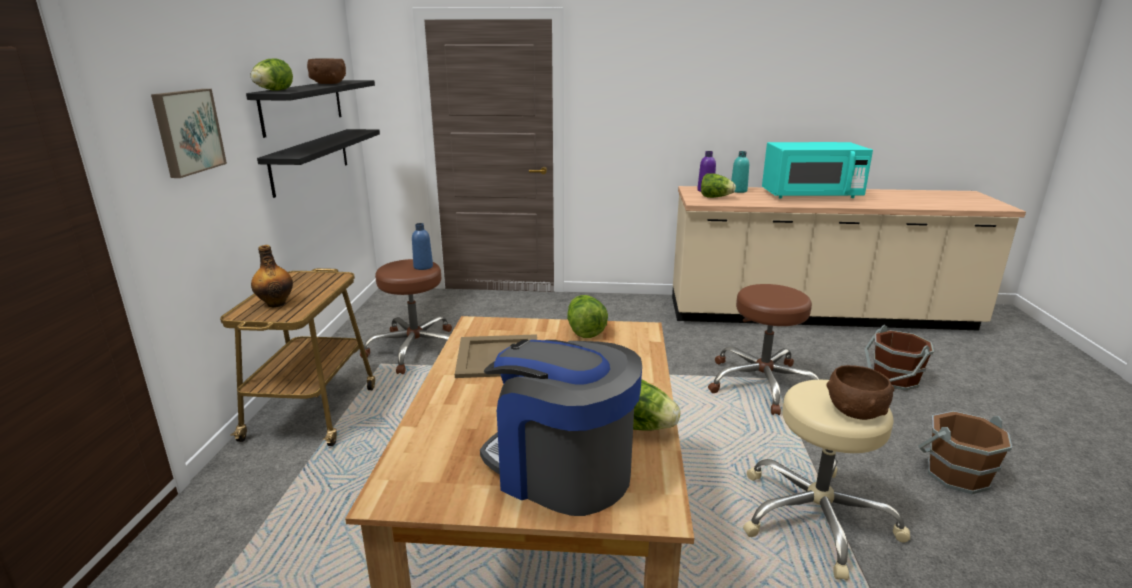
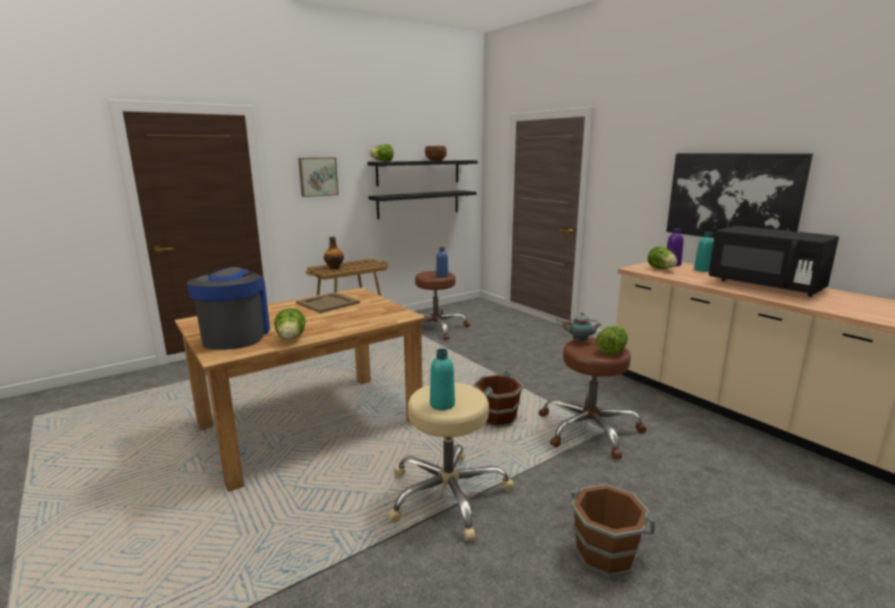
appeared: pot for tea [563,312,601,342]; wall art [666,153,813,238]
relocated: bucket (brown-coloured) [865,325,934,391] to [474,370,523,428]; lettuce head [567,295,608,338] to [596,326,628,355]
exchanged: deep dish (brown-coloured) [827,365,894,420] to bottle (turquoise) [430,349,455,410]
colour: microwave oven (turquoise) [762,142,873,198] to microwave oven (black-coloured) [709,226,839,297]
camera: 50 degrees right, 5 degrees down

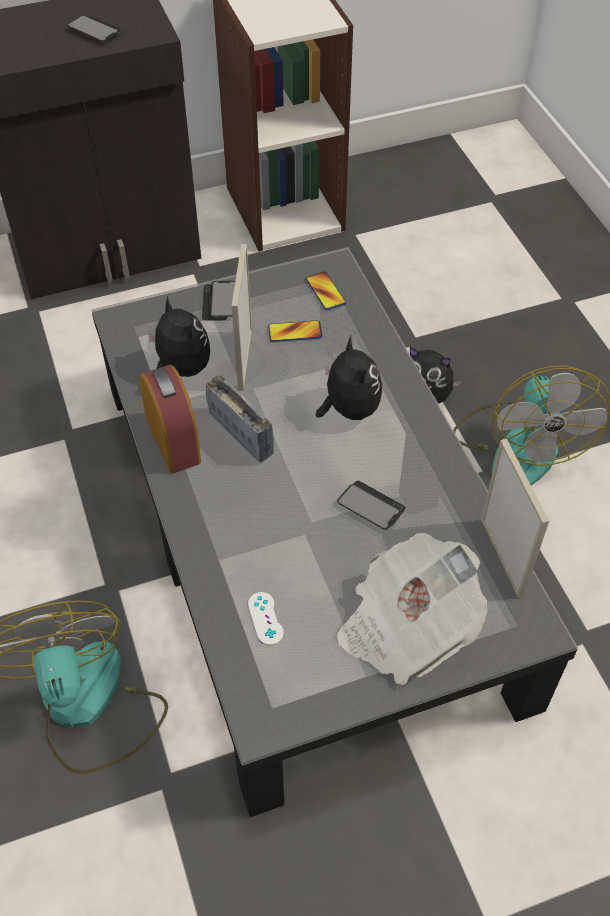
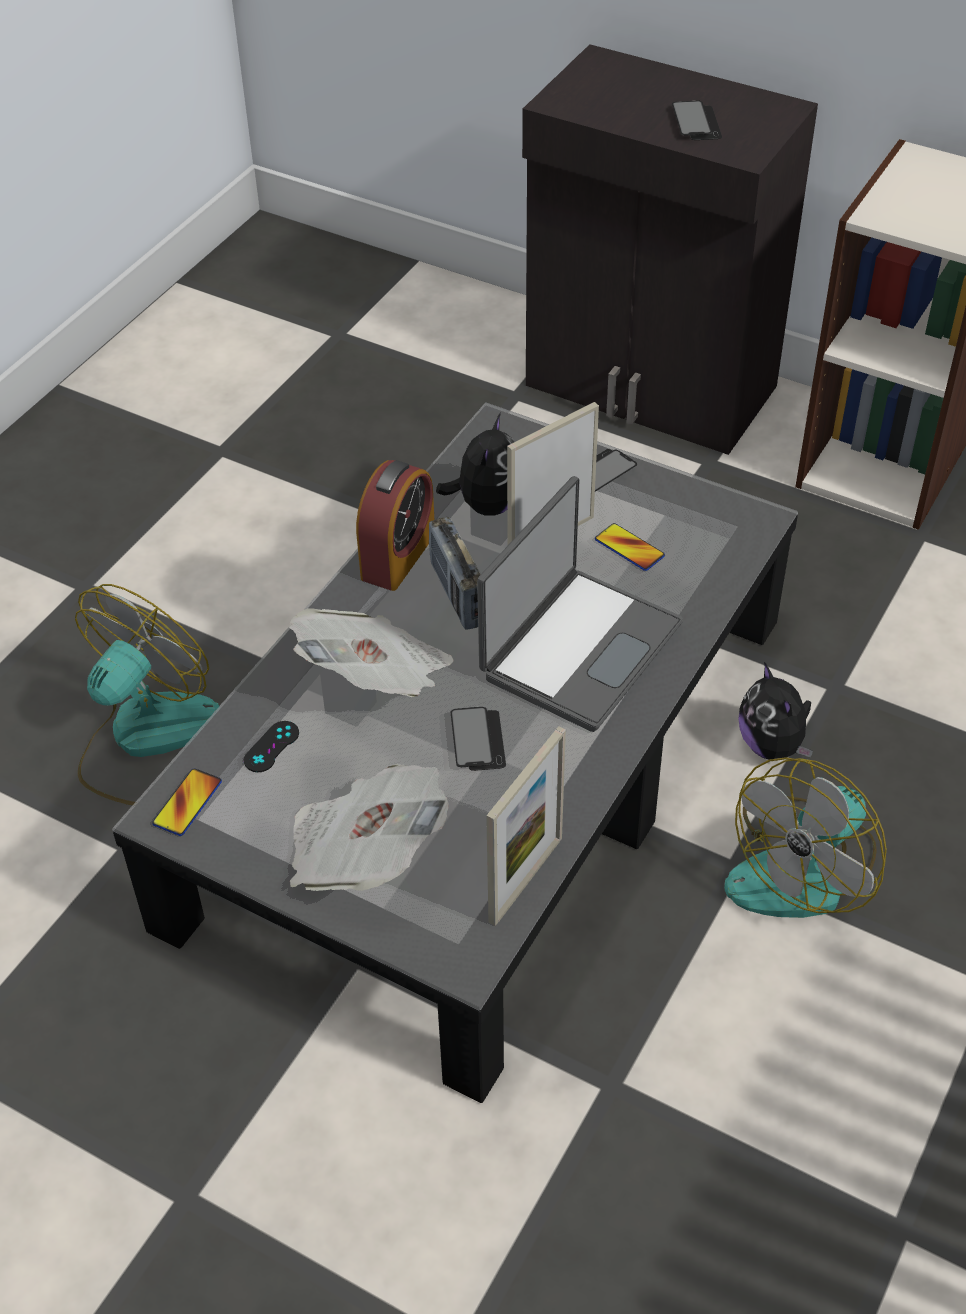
appeared: printed paper [289,608,454,697]
relocated: handset [306,271,346,310] to [152,768,222,836]
exchanged: soft toy [316,336,382,420] to portable computer [477,476,683,732]
colour: gamepad (white-coloured) [248,592,284,645] to gamepad (black-coloured) [244,721,299,772]
spun: radio [206,375,274,462] = [429,517,481,630] 150 degrees clockwise
camera: 50 degrees right, 5 degrees down

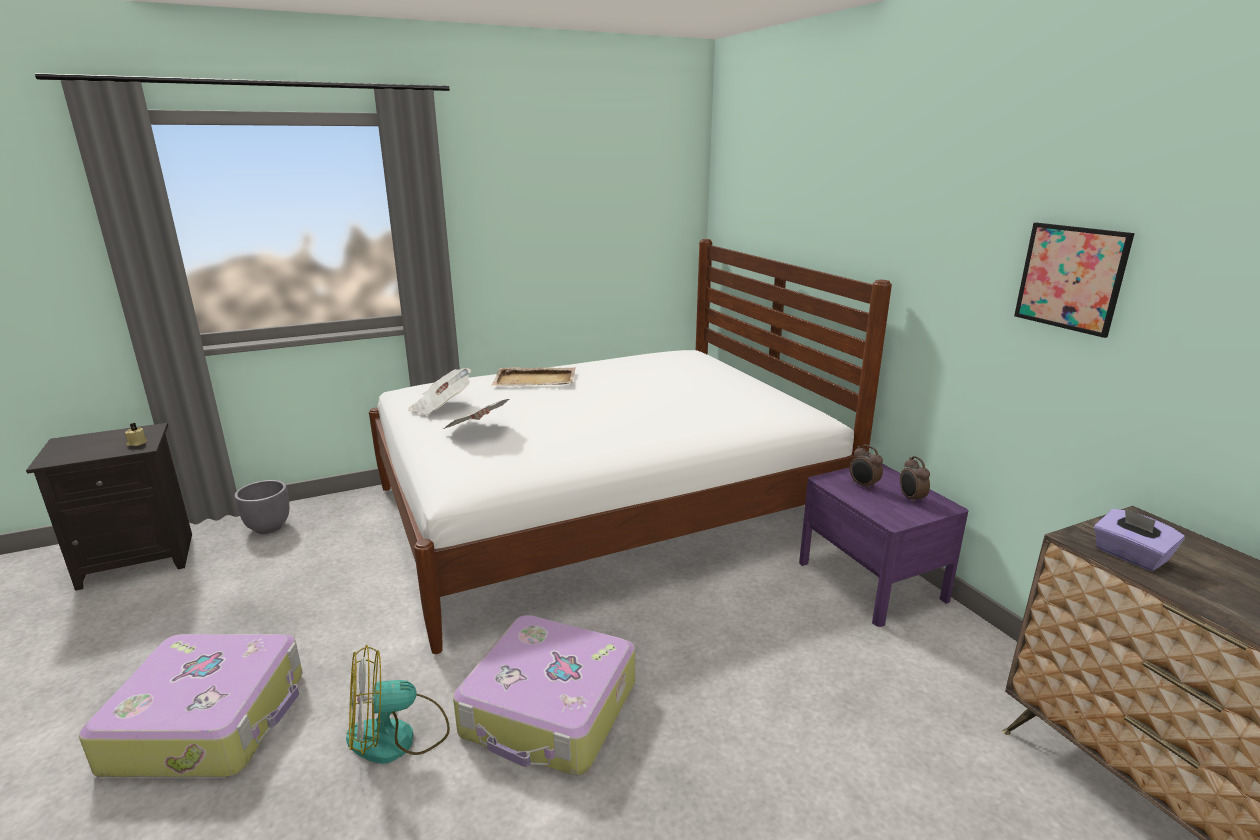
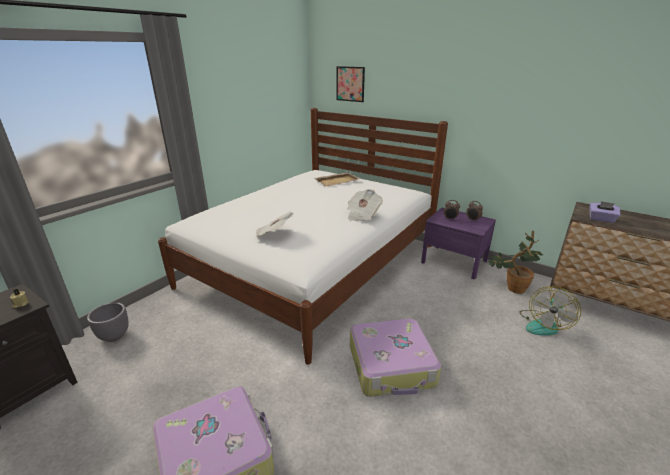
appeared: plant in a pot [488,231,543,294]
relocated: serving tray (sand-coloured) [492,367,576,386] to [314,172,361,187]; wall art [1014,223,1135,338] to [336,66,365,102]; printed paper [408,368,472,415] to [347,189,383,221]; electric fan [346,645,450,764] to [519,286,581,336]
camera: 30 degrees left, 5 degrees up

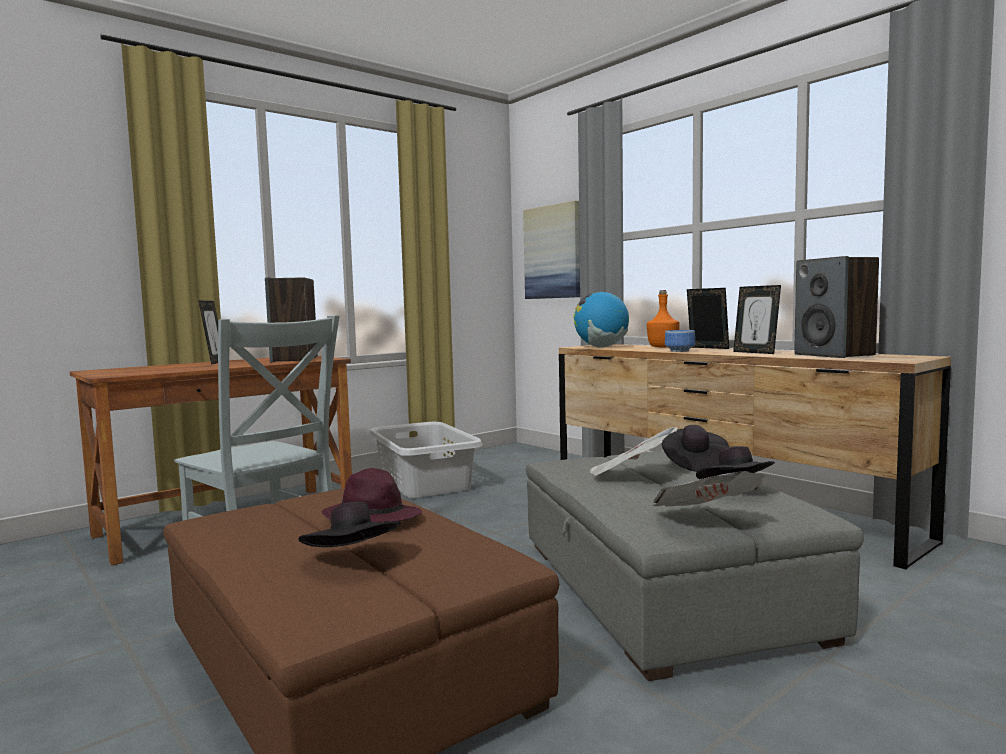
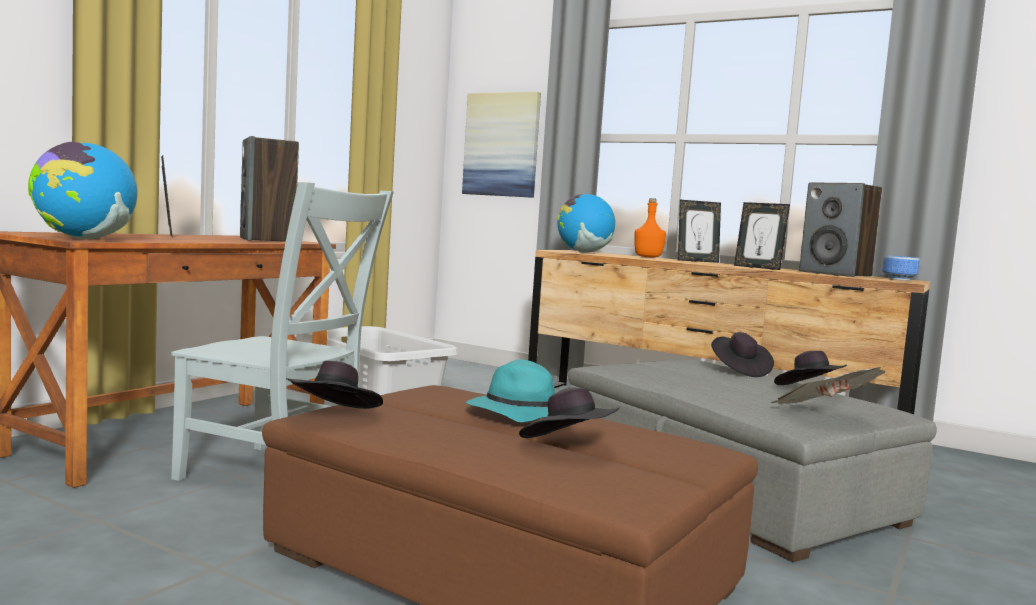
missing: printed paper [590,427,677,477]
appeared: globe [28,142,138,239]; clothing hat (black-coloured) [286,361,383,409]
relocated: deep dish [665,330,695,352] to [882,255,920,281]
colour: clothing hat (purplish) [322,468,422,523] to clothing hat (turquoise) [466,359,555,422]
spun: picture frame [687,288,729,349] = [678,200,721,263] 135 degrees clockwise
camera: 20 degrees left, 0 degrees up

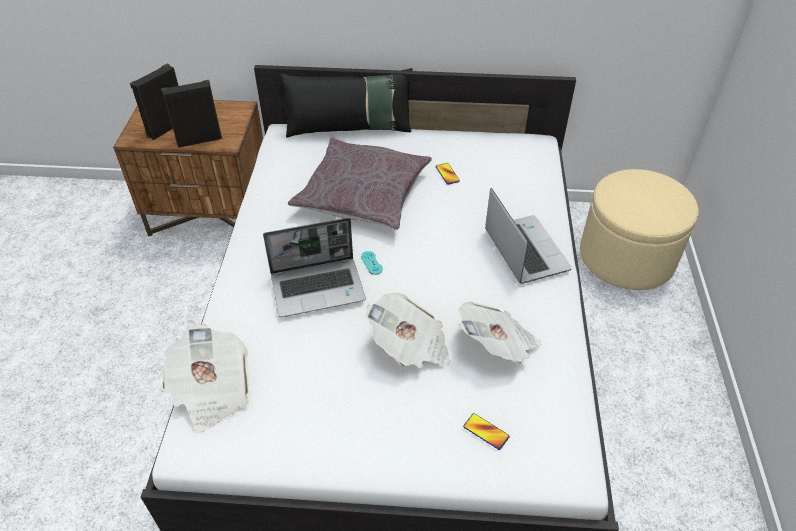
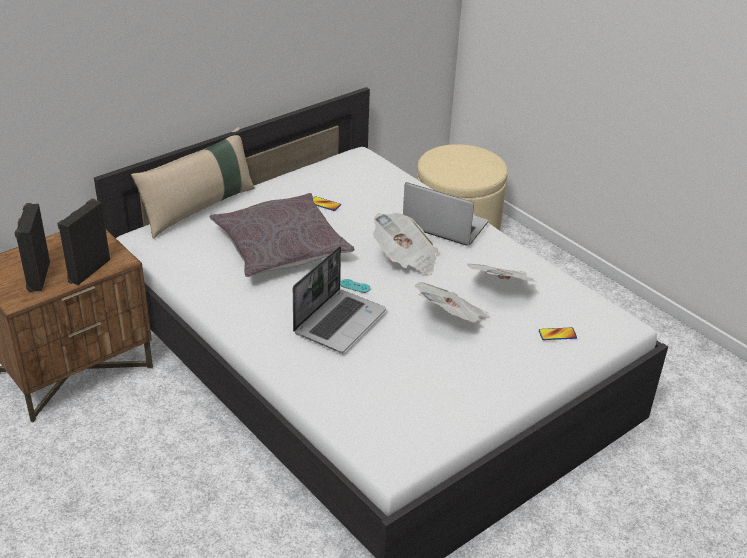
relocated: printed paper [162,324,250,432] to [373,213,438,275]
colour: cushion (black-coloured) [280,68,412,137] to cushion (sand-coloured) [131,127,255,239]
camera: 45 degrees left, 10 degrees down

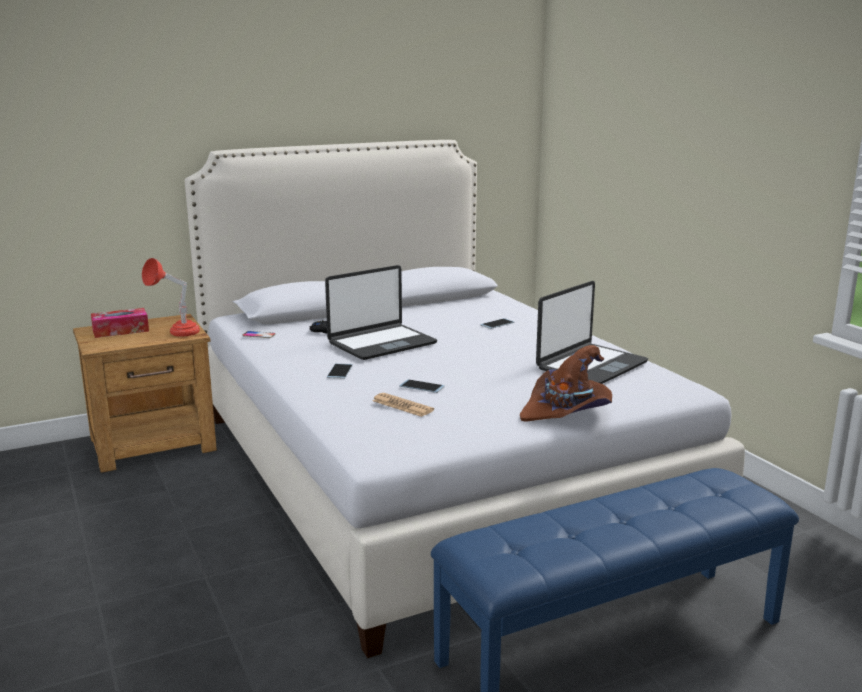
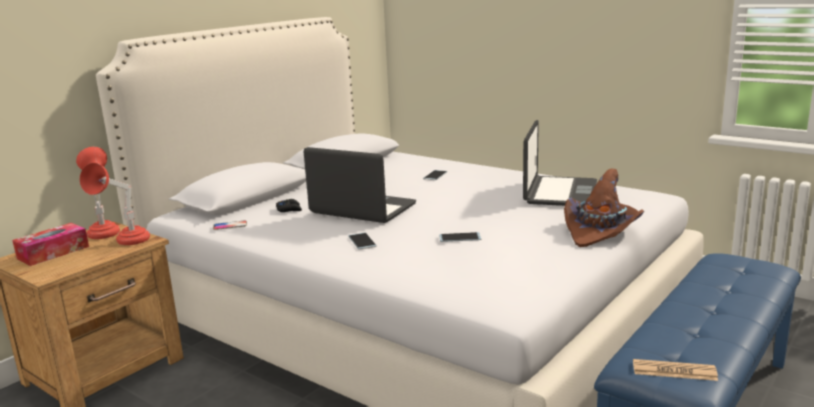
appeared: lamp for a table (red-coloured) [76,147,120,239]
relocated: printed paper [372,393,434,417] to [633,359,718,381]
spun: portable computer [325,265,437,360] = [304,147,416,223] 90 degrees counterclockwise
camera: 25 degrees left, 0 degrees up

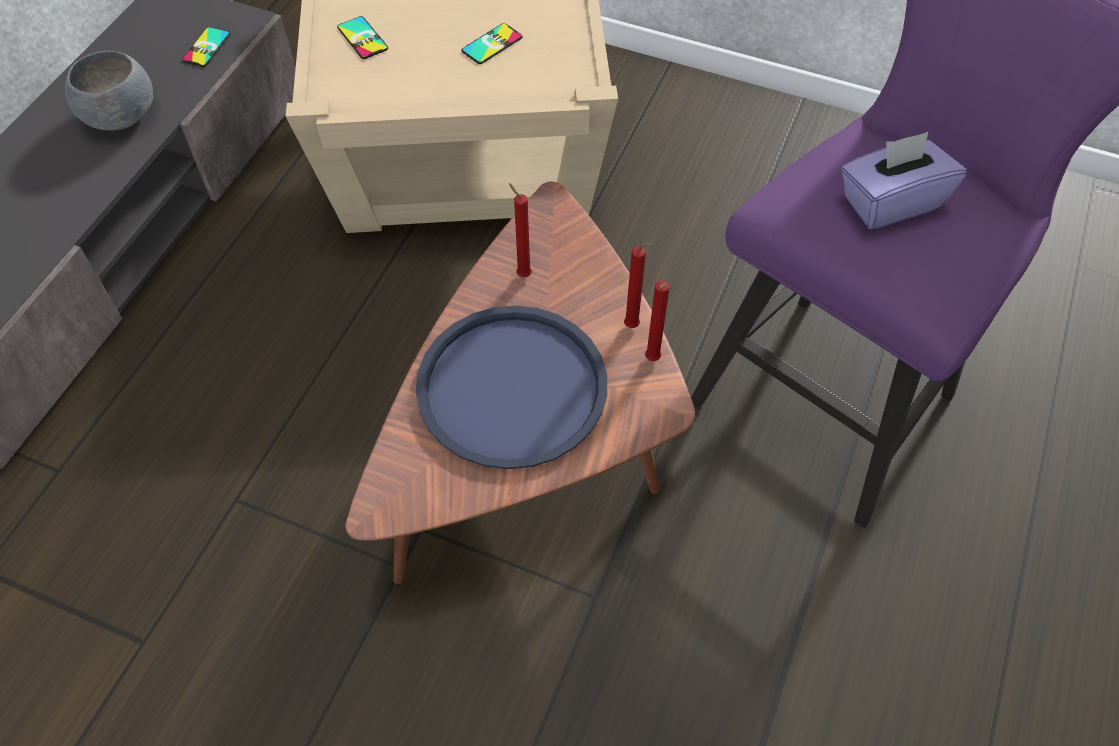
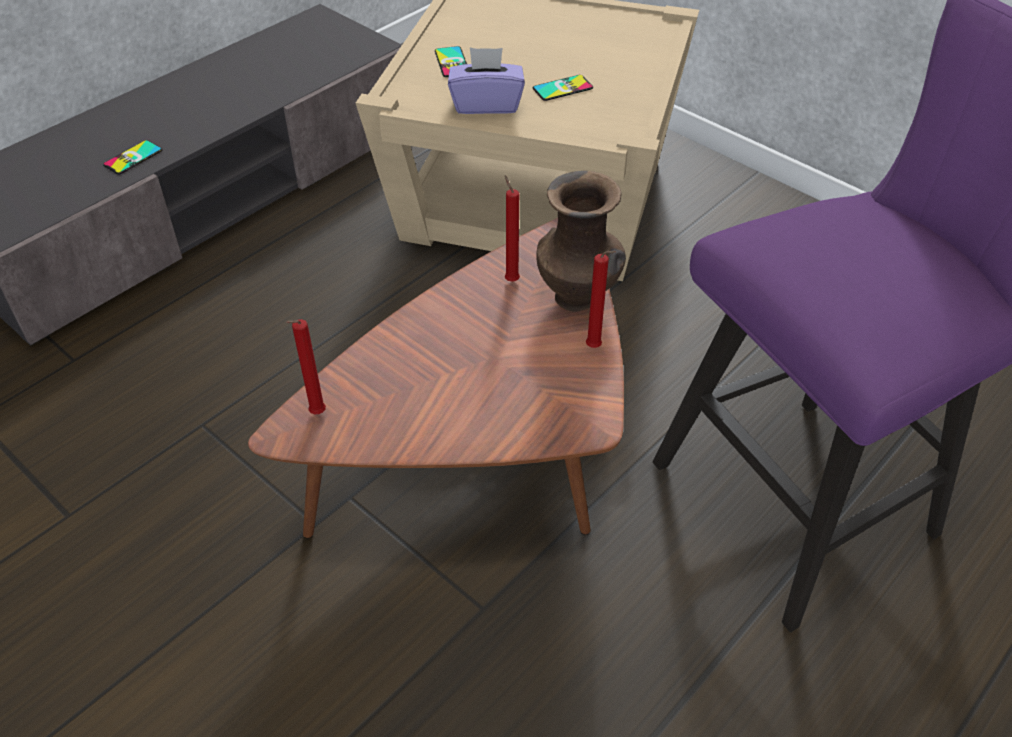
missing: deep dish (grey) [65,51,153,131]; serving tray (blue-coloured) [416,306,607,469]
appeared: vase (brown-coloured) [536,171,626,312]
relocated: handset [182,27,231,67] to [103,140,163,174]; wax light (red-coloured) [645,281,669,361] to [286,319,326,414]; box of tissues (purplish) [842,132,967,229] to [448,48,525,114]
camera: 20 degrees right, 10 degrees down

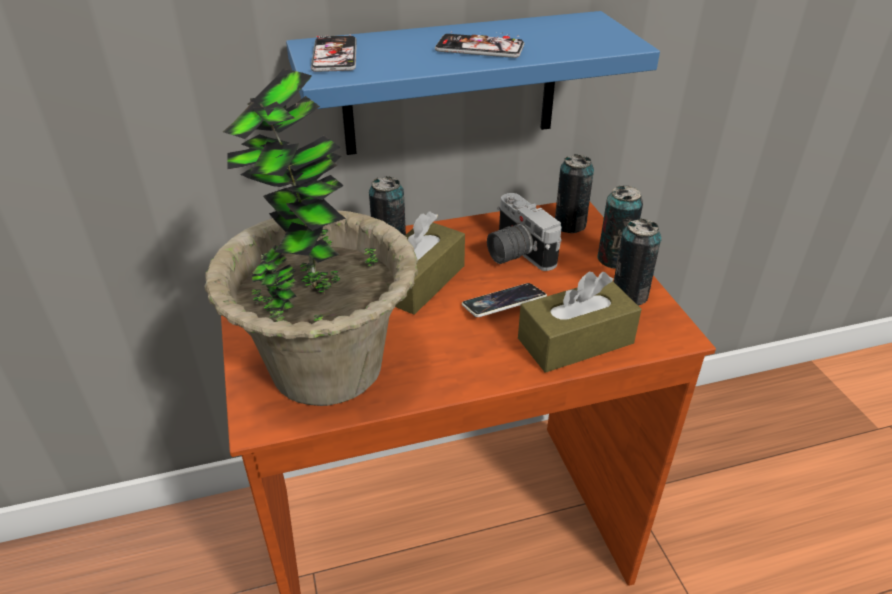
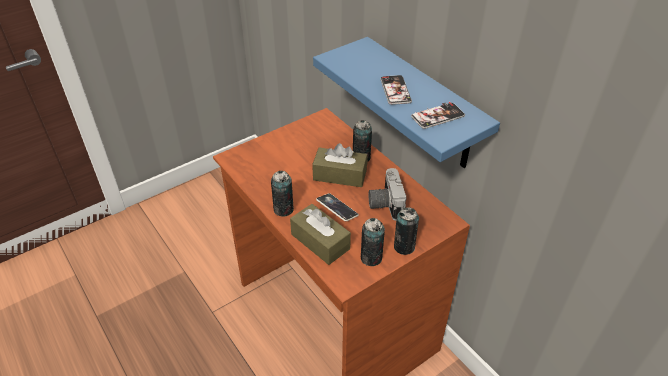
missing: plant in a pot [204,68,418,406]
relocated: can [555,154,594,233] to [271,170,294,217]; handset [311,34,357,72] to [411,102,465,129]
spun: photo camera [487,193,562,271] = [368,168,406,221] 45 degrees counterclockwise
camera: 70 degrees right, 5 degrees up

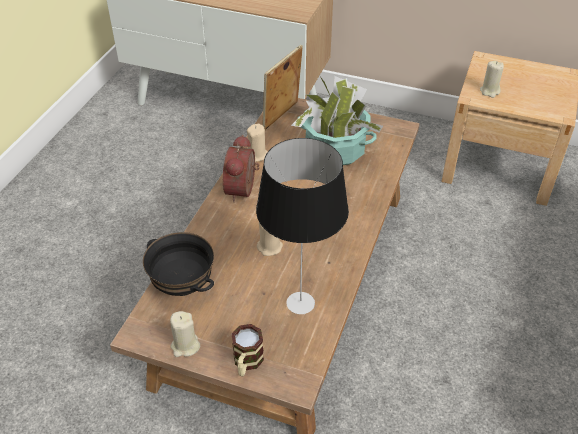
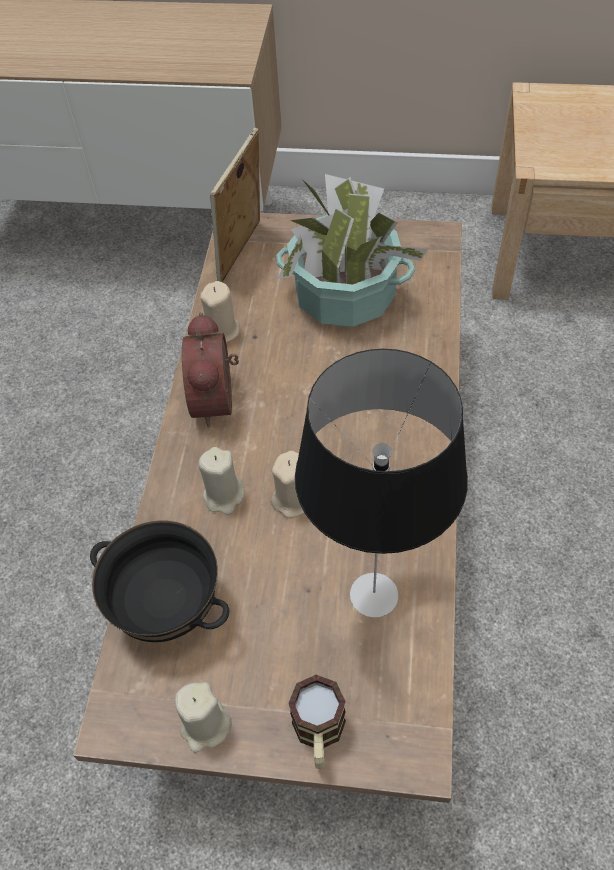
relocated: wax light (sand-coloured) [480,61,504,98] to [199,447,245,515]
camera: 10 degrees left, 10 degrees up

